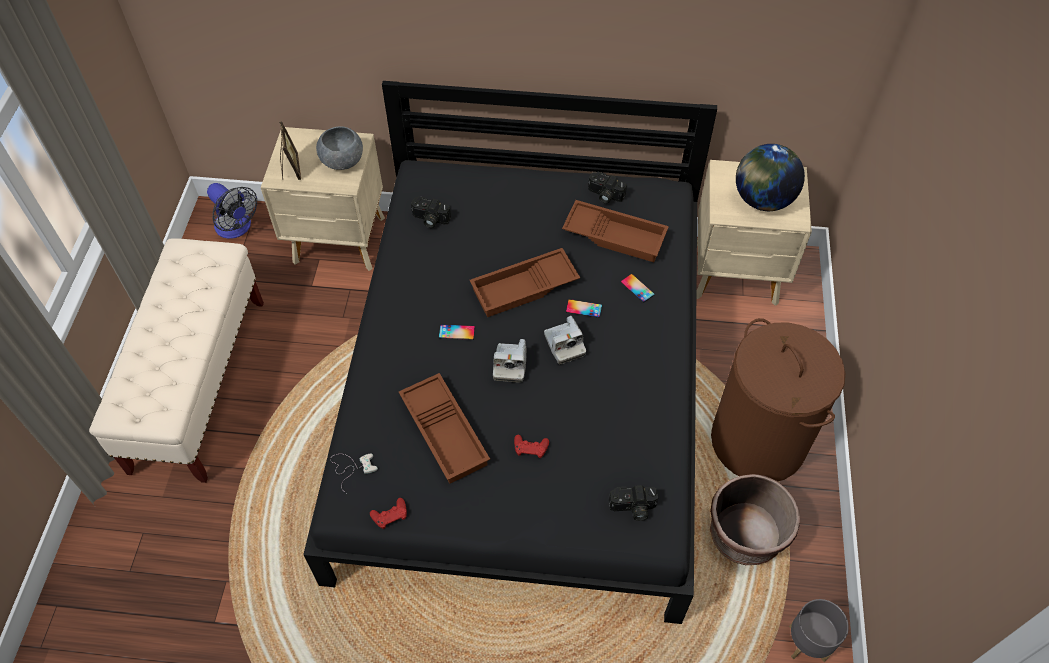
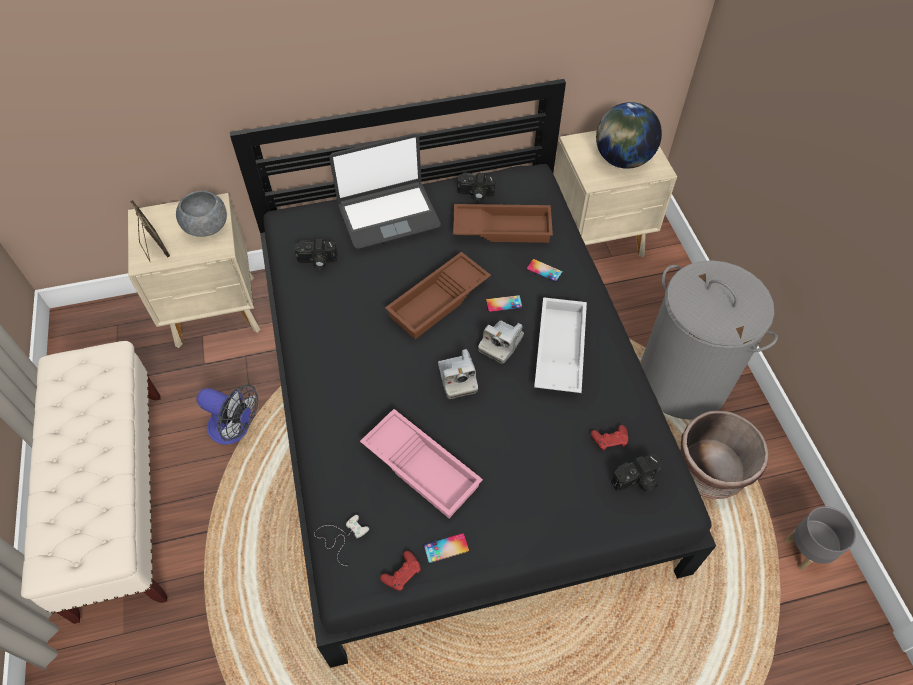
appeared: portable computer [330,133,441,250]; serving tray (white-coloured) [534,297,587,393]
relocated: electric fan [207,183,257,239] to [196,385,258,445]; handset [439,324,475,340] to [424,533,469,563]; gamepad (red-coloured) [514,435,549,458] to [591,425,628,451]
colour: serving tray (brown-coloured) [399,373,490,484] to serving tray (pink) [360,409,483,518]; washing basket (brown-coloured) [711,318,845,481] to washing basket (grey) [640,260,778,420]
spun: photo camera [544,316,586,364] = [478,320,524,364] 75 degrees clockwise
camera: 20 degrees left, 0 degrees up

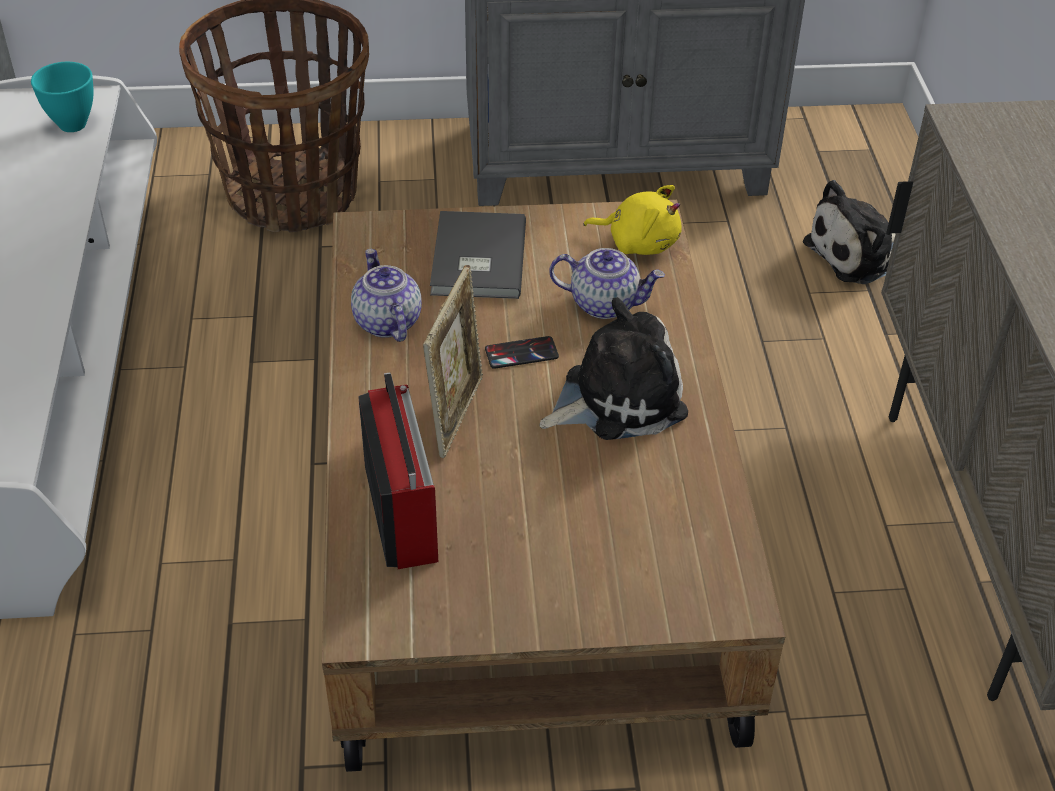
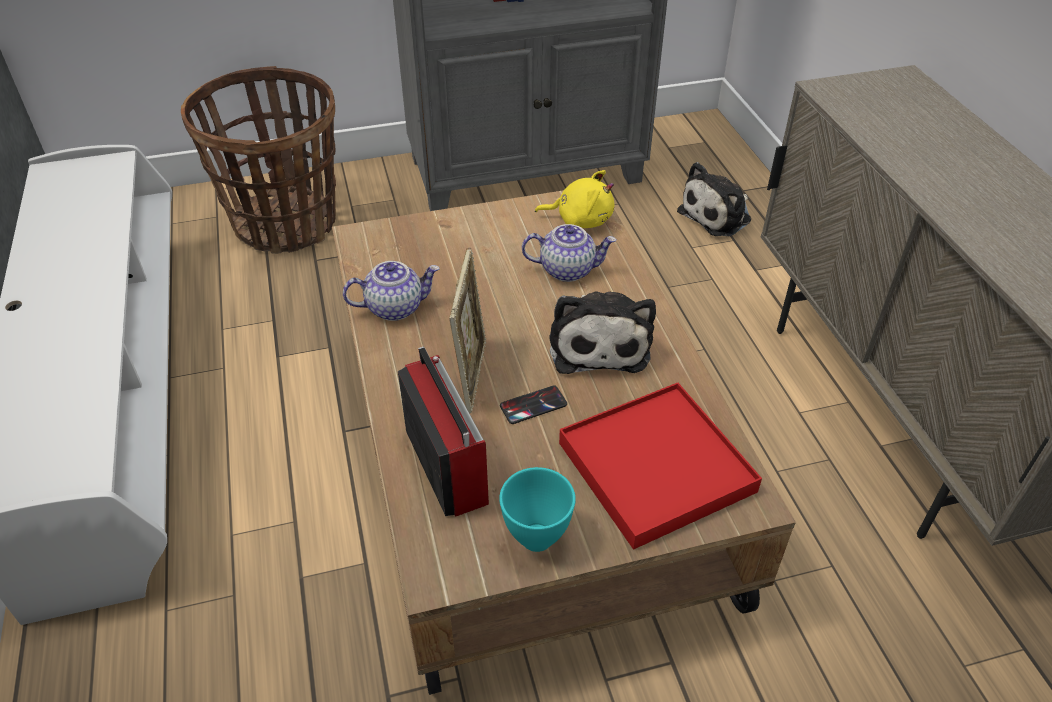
missing: book (grey) [430,211,526,299]
appeared: serving tray (red-coloured) [559,382,762,550]
relocated: deep dish (turquoise) [31,62,94,132] to [499,467,576,552]; handset [485,336,559,369] to [500,385,567,424]
spun: pot for tea [351,249,422,342] = [343,261,440,321] 105 degrees clockwise; soft toy [540,297,688,440] = [550,291,656,374] 120 degrees clockwise
camera: 10 degrees left, 0 degrees up

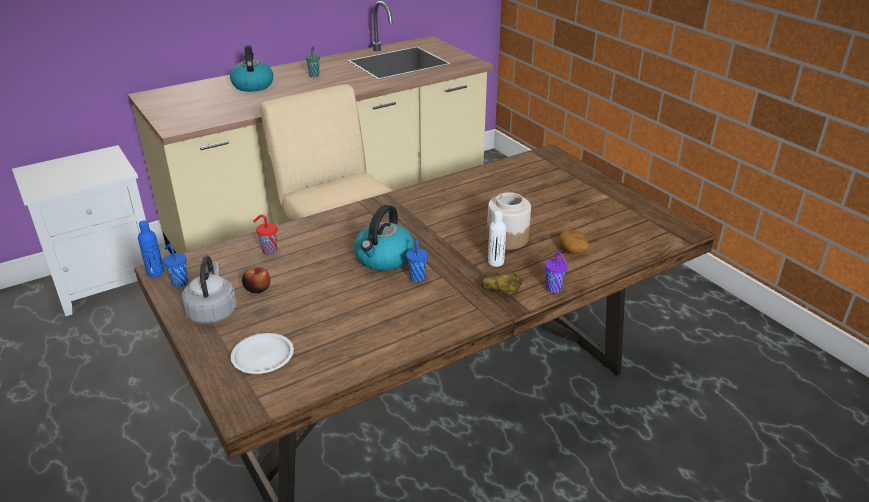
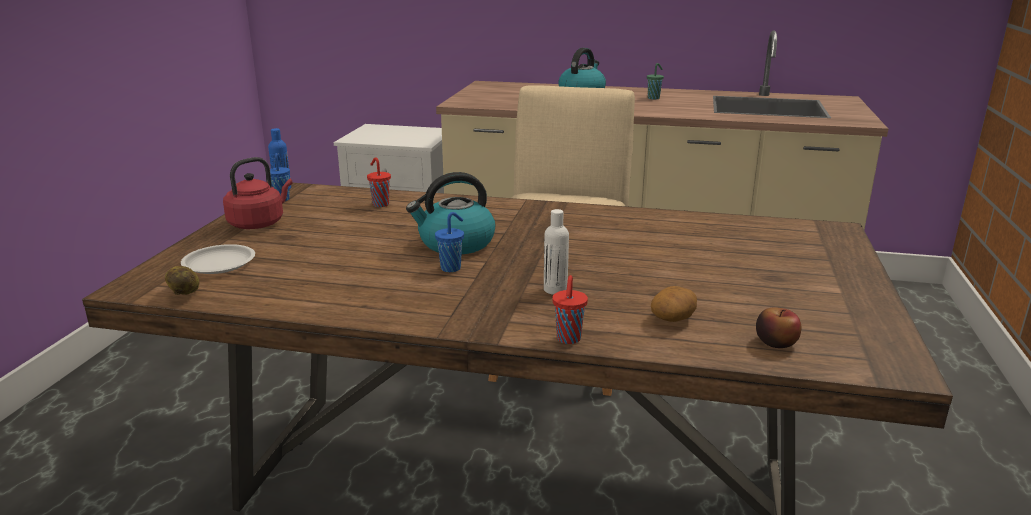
missing: storage jar [487,192,531,250]
relocated: potato [481,272,522,293] to [165,266,199,295]; apple fruit [242,267,270,293] to [756,307,801,348]
colour: water kettle (grey) [182,256,237,324] to water kettle (red-coloured) [223,157,293,229]; small cup (purplish) [545,252,568,293] to small cup (red-coloured) [552,275,588,344]
camera: 45 degrees right, 10 degrees down

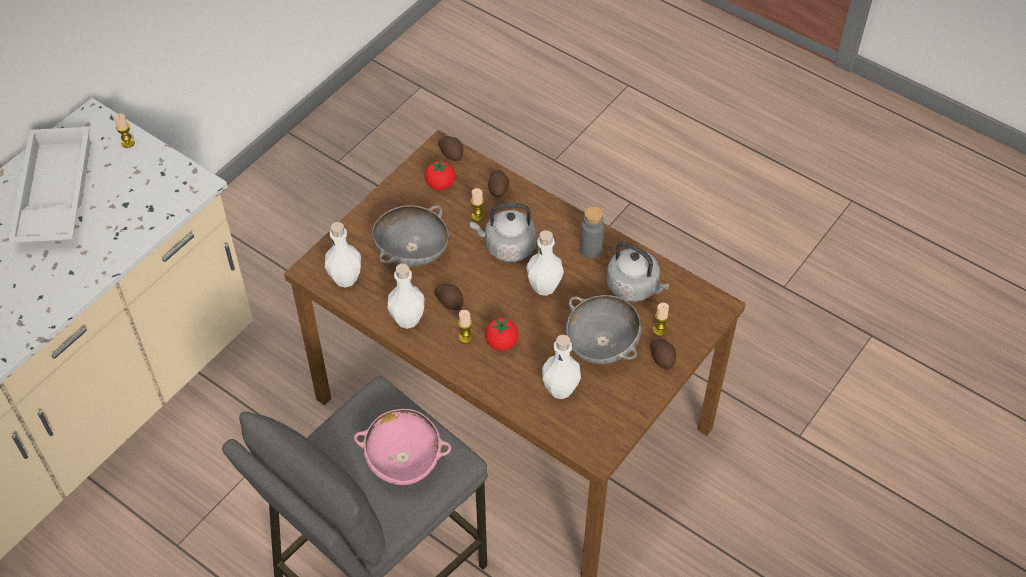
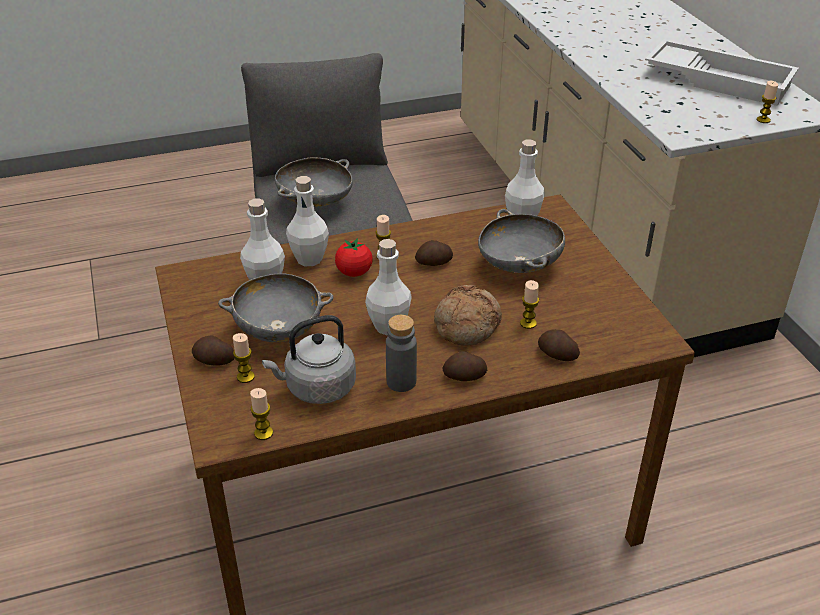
missing: whole tomato [425,159,456,190]
appeared: wax light [250,388,273,440]
relocated: bottle (white-coloured) [387,263,425,329] to [286,176,329,266]; potato [438,136,463,161] to [442,351,487,381]
exchanged: water kettle (grey) [470,203,537,262] to baked bread [434,285,502,346]
colour: deep dish (pink) [353,409,451,485] to deep dish (grey) [275,157,353,208]
camera: 125 degrees right, 15 degrees down

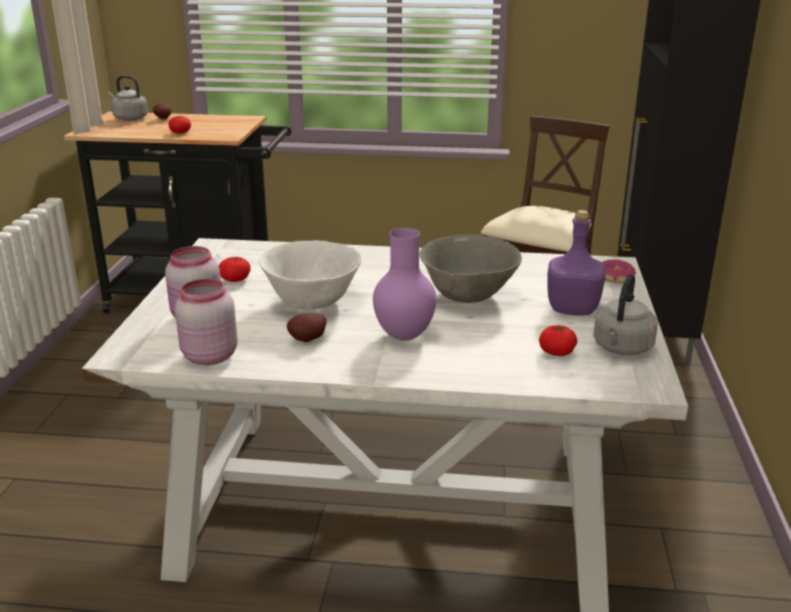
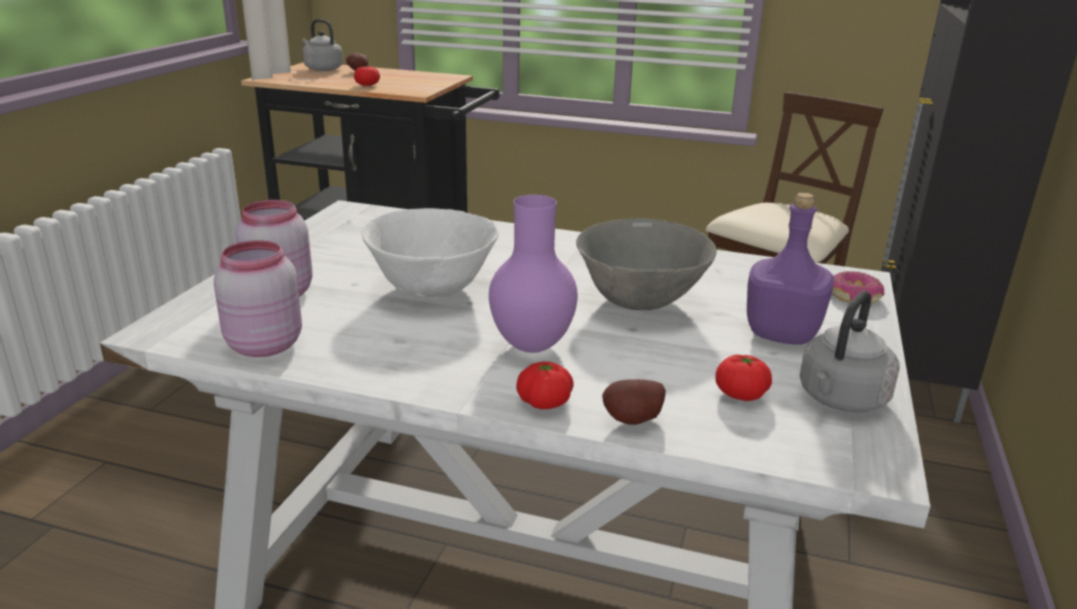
relocated: whole tomato [219,257,251,282] to [516,362,574,409]; potato [286,313,327,342] to [602,379,666,425]
camera: 10 degrees right, 0 degrees up

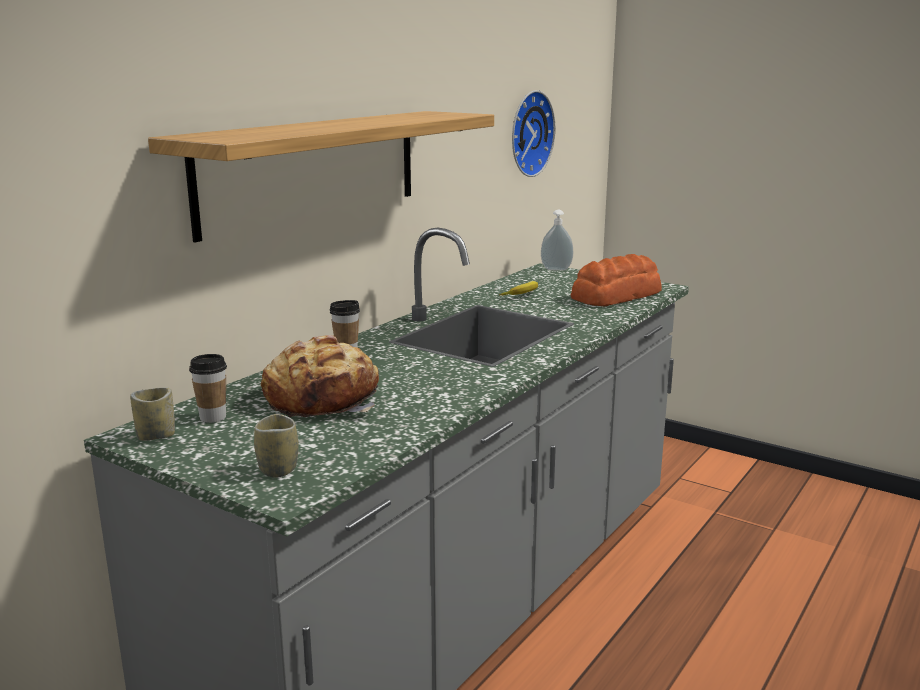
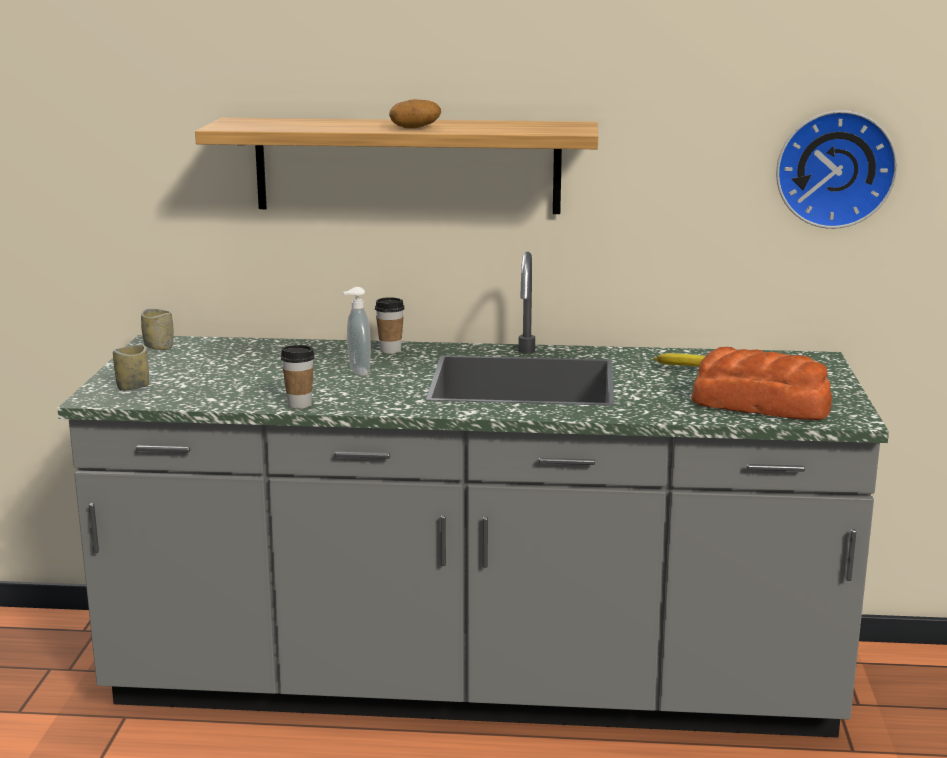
missing: baked bread [261,335,379,418]
appeared: potato [389,99,441,128]
relocated: small cup [189,354,227,423] to [281,345,315,409]; soap dispenser [541,210,573,271] to [342,287,371,376]
camera: 60 degrees right, 0 degrees up

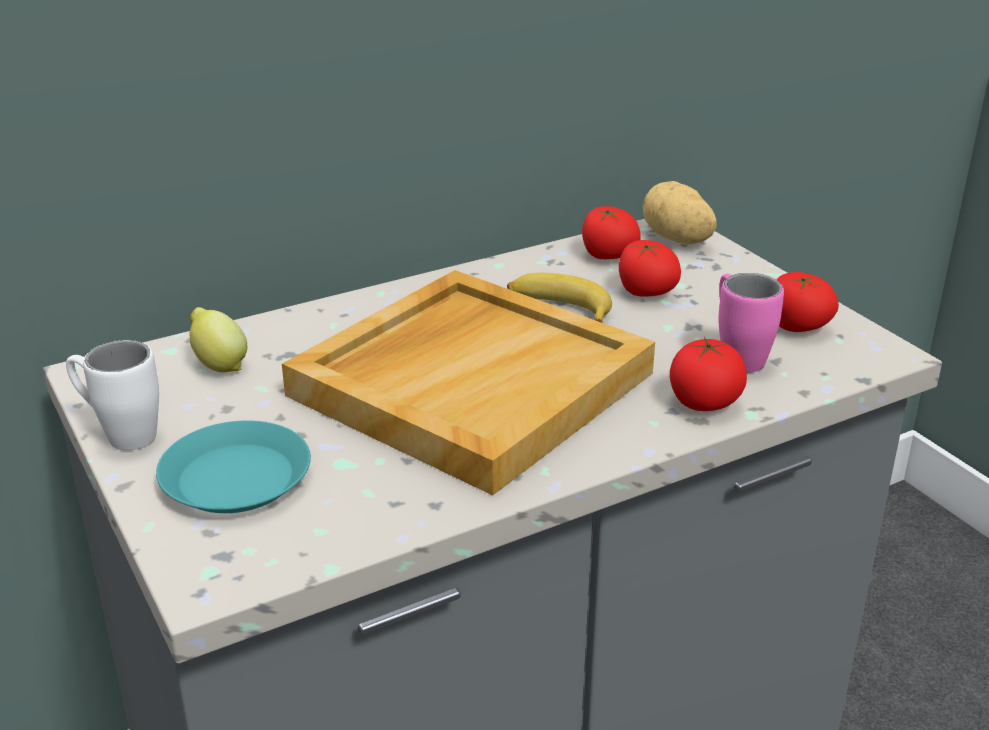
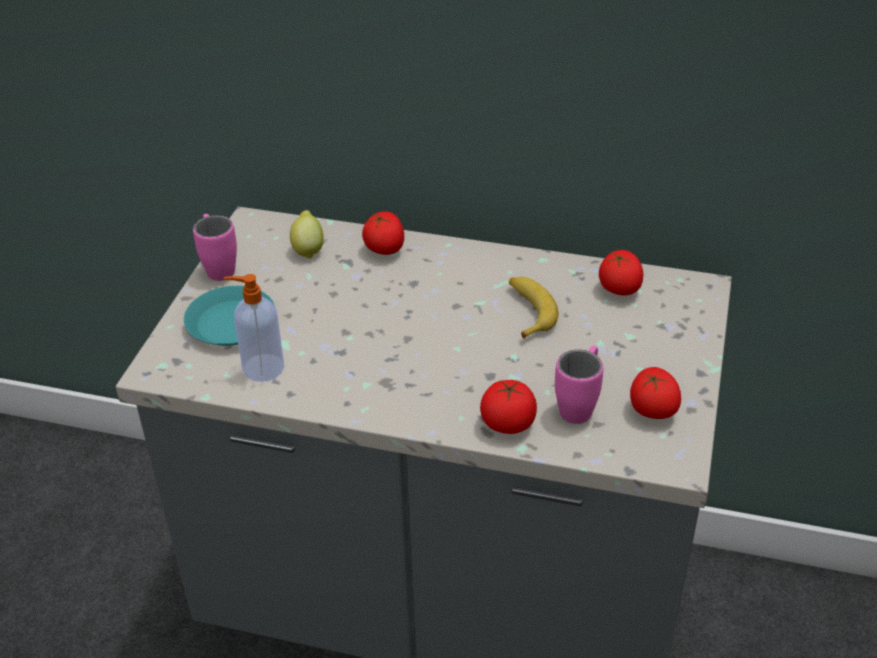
missing: serving tray (sand-coloured) [282,270,655,495]; potato [643,181,716,244]
appeared: soap dispenser [223,274,284,382]
relocated: whole tomato [619,240,681,297] to [362,212,404,255]
colour: mug (white-coloured) [66,340,159,450] to mug (pink) [193,214,237,281]
camera: 45 degrees right, 10 degrees up

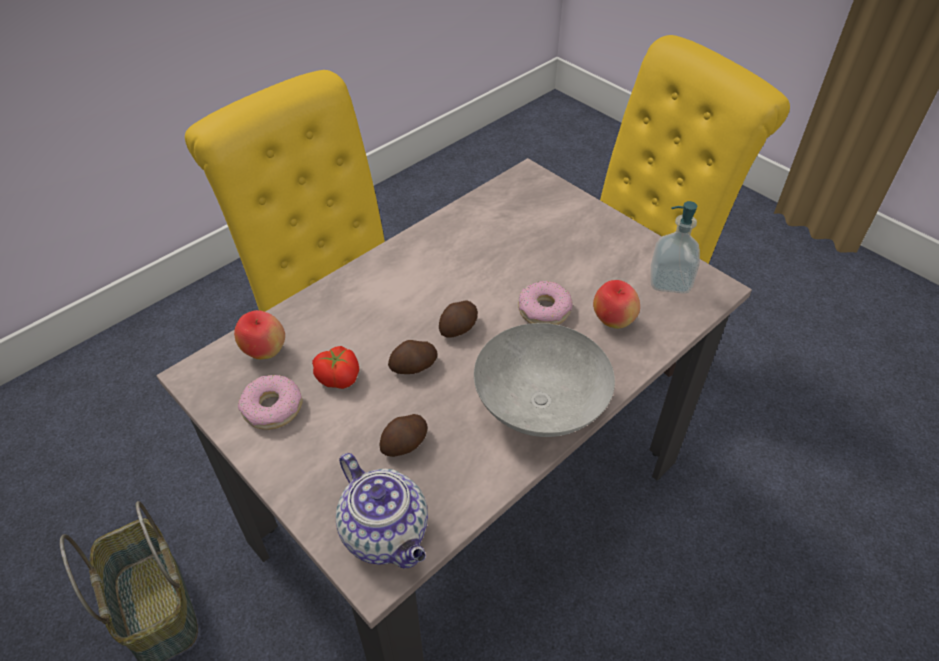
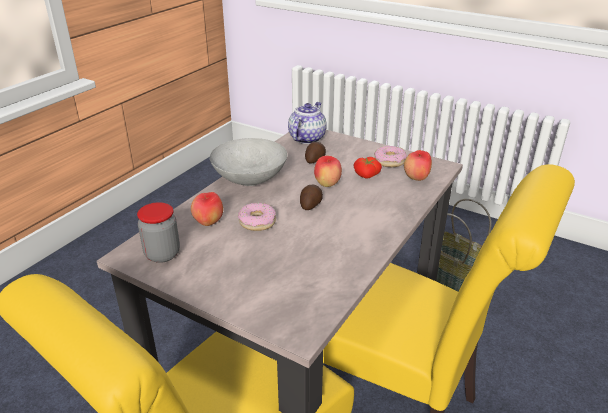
exchanged: soap dispenser [651,201,700,294] to storage jar [137,202,180,263]; potato [388,340,437,374] to apple fruit [314,156,342,187]
spun: pot for tea [336,453,428,568] = [288,102,327,144] 75 degrees clockwise
camera: 165 degrees right, 15 degrees down

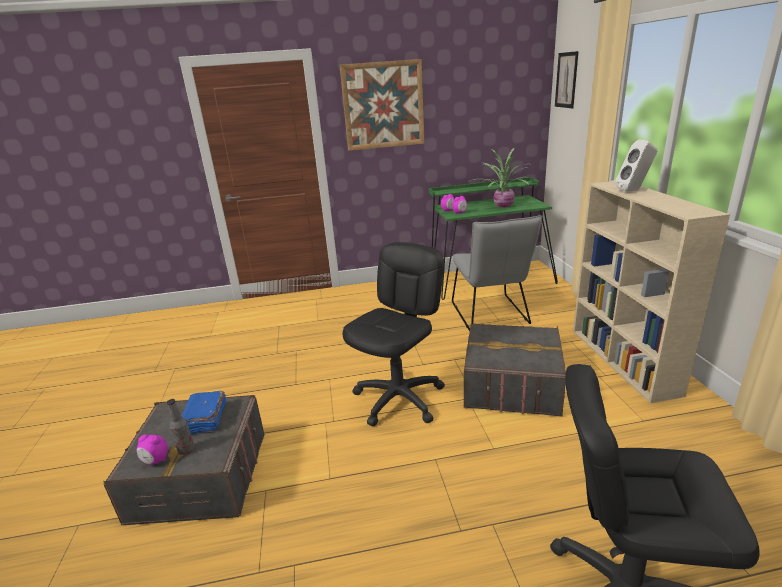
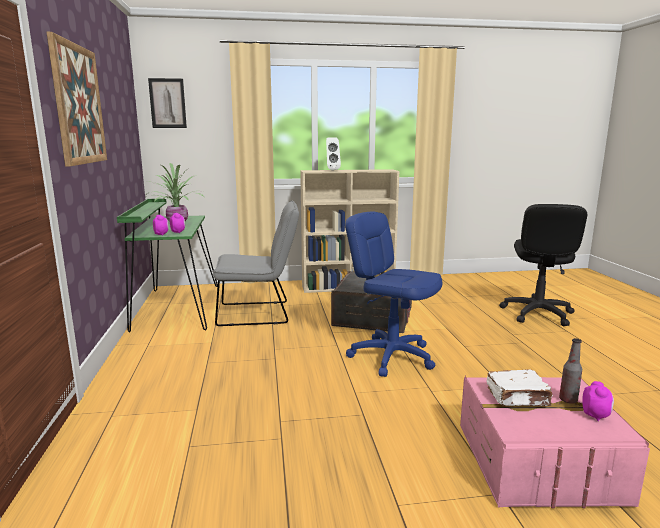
colour: office chair (black-coloured) [342,242,445,426] to office chair (blue-coloured) [345,212,442,377]; storage container (grey) [103,395,265,525] to storage container (pink) [460,376,650,508]; book (blue-coloured) [182,391,226,434] to book (white-coloured) [486,369,553,406]
camera: 90 degrees left, 10 degrees down

